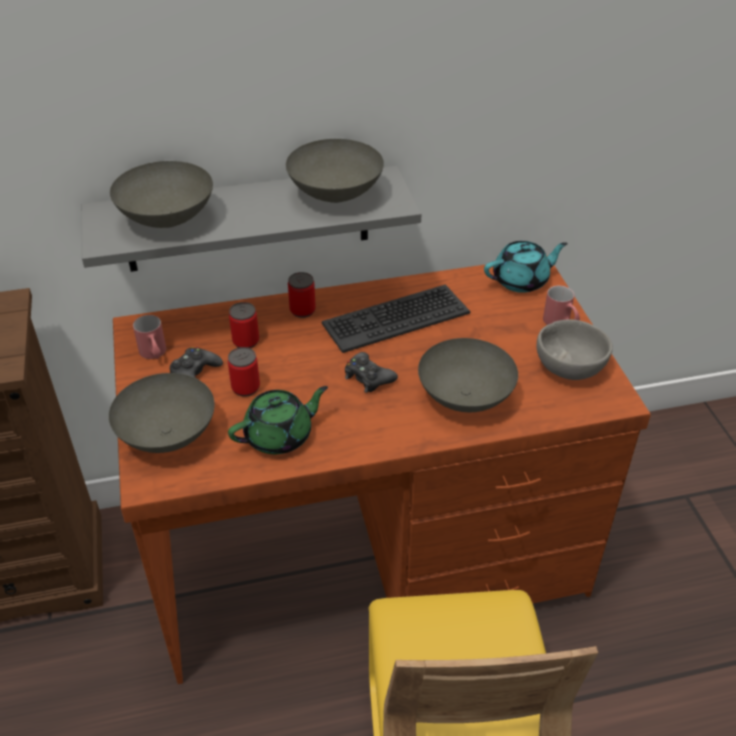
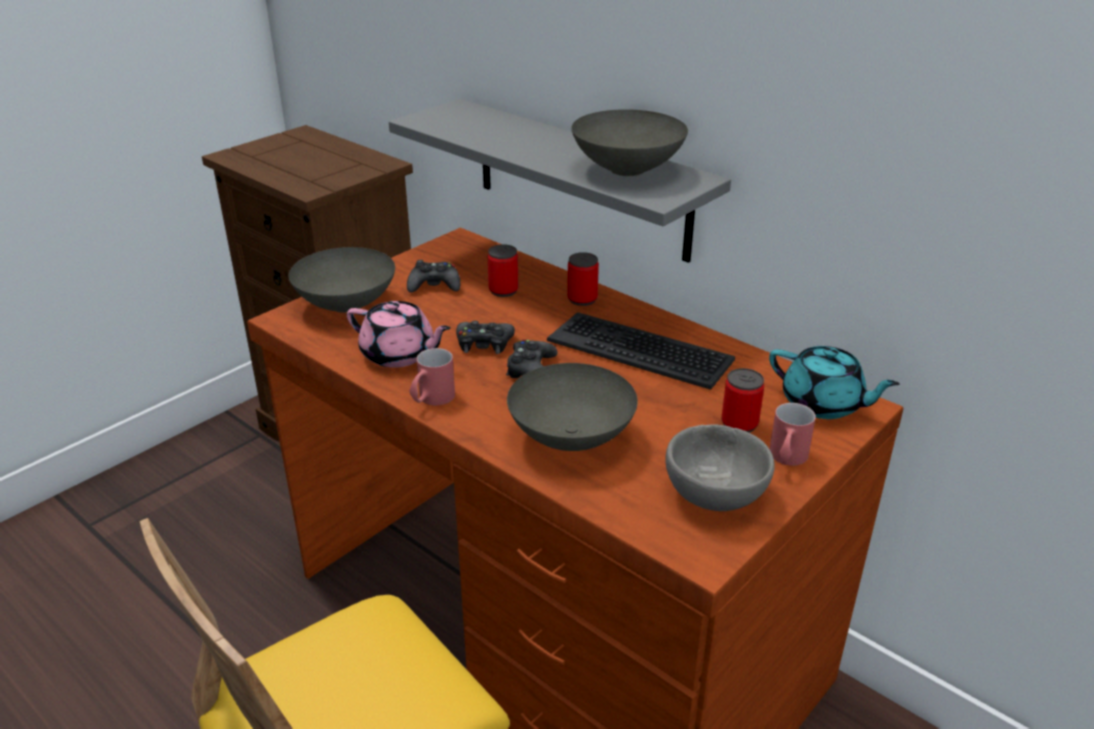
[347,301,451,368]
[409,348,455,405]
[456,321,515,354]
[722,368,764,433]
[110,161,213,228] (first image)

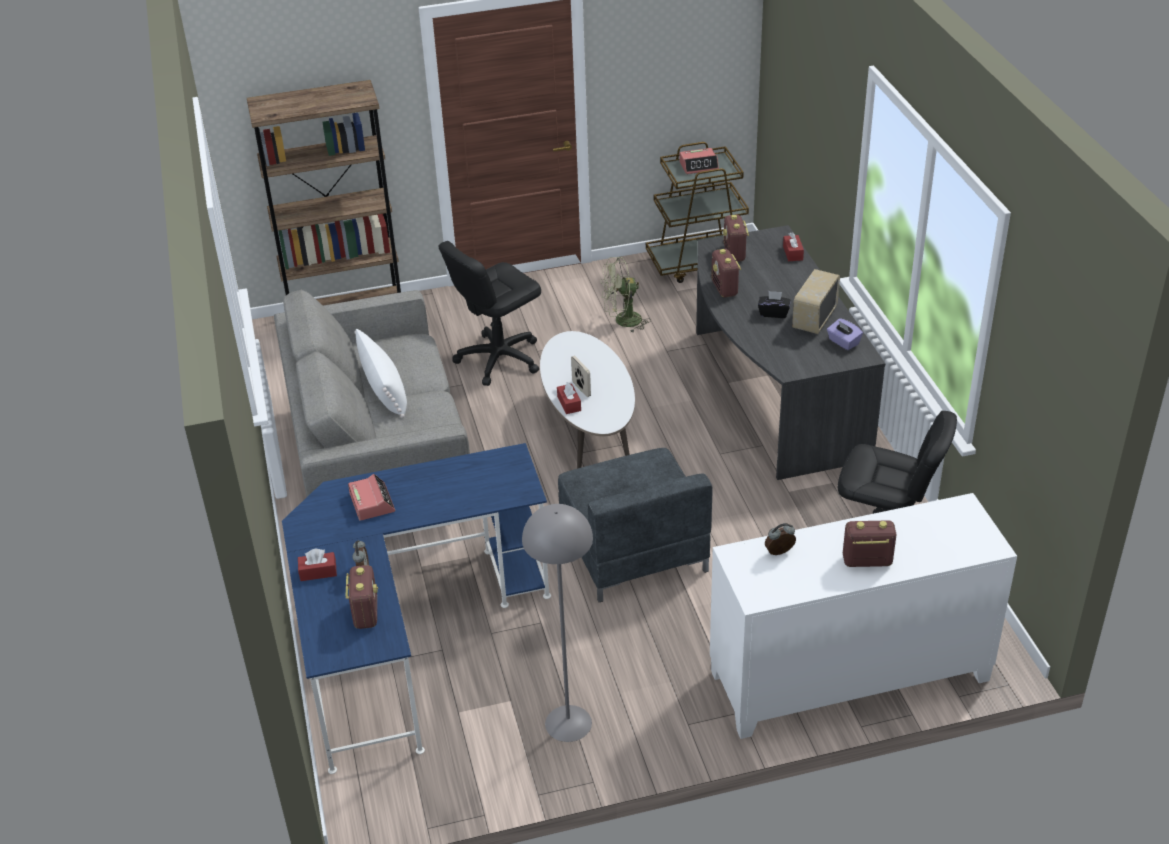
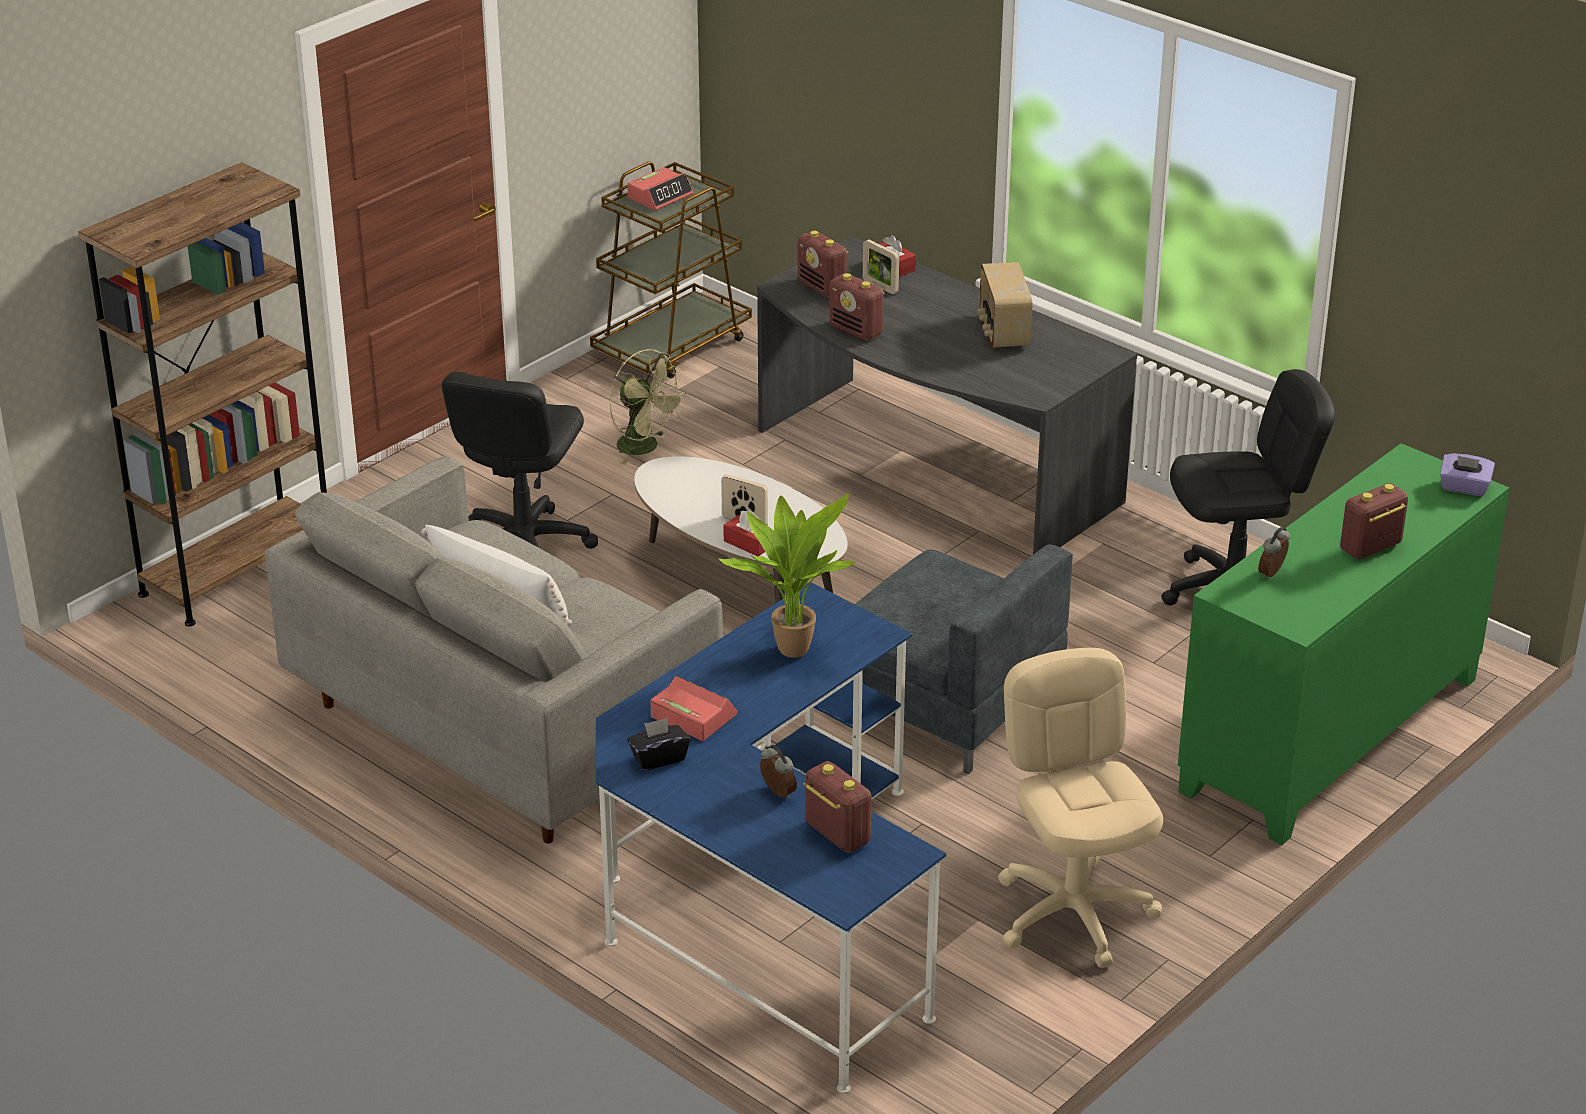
[609,349,688,464]
[627,718,690,771]
[718,493,857,658]
[863,239,899,294]
[998,648,1163,968]
[1178,444,1509,845]
[1440,454,1495,496]
[298,549,337,581] (first image)

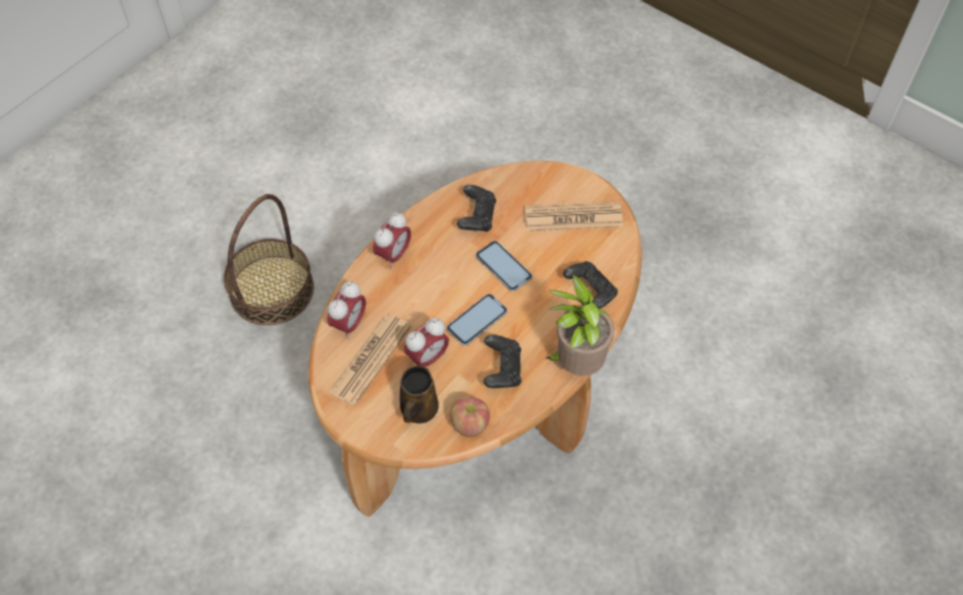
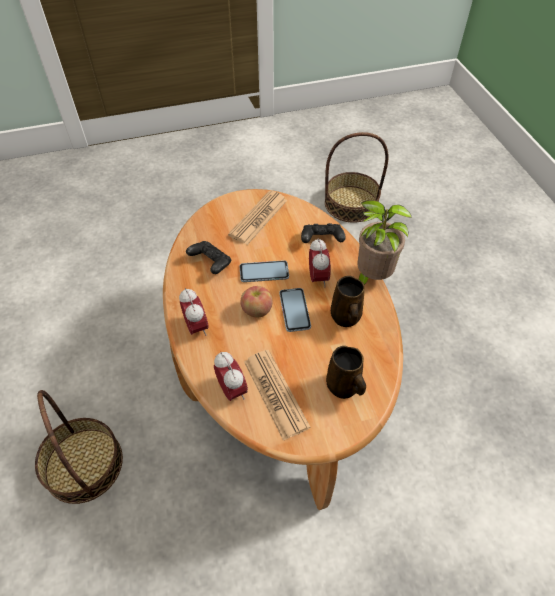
[240,286,273,318]
[309,238,331,287]
[325,132,389,223]
[331,276,364,327]

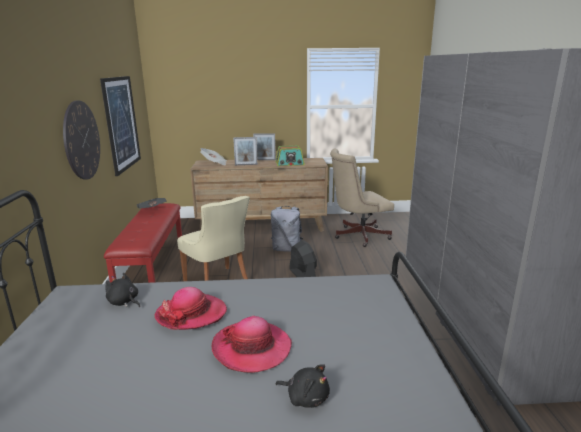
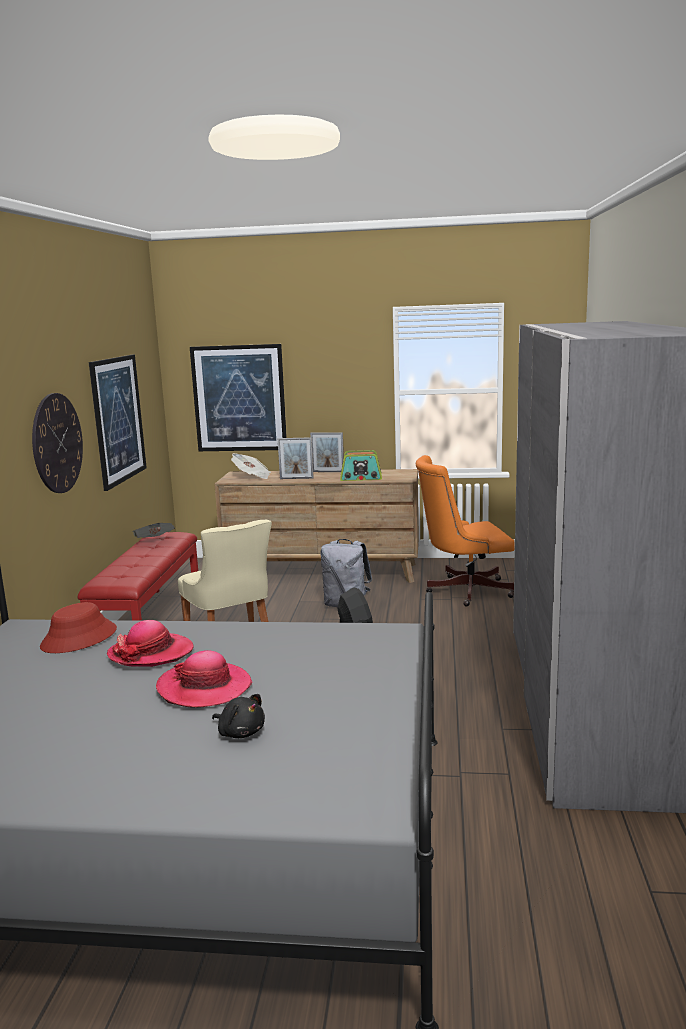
[40,602,117,653]
[190,344,287,451]
[416,455,515,607]

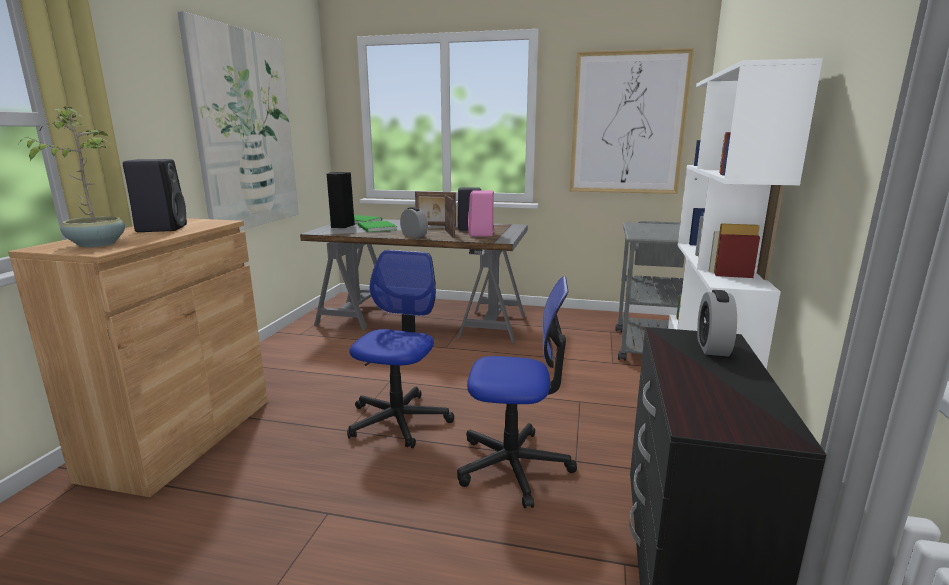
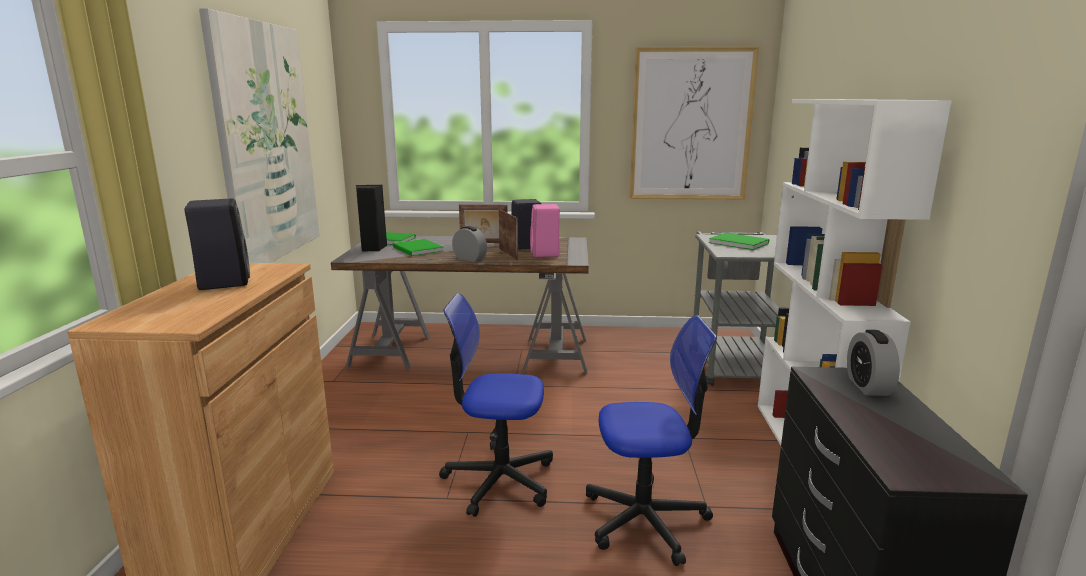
[439,293,553,517]
[709,233,769,250]
[19,106,125,247] (first image)

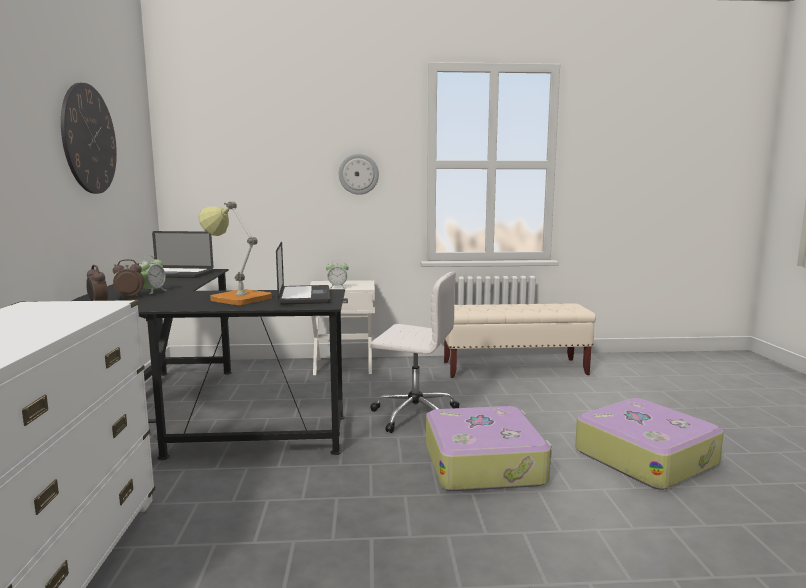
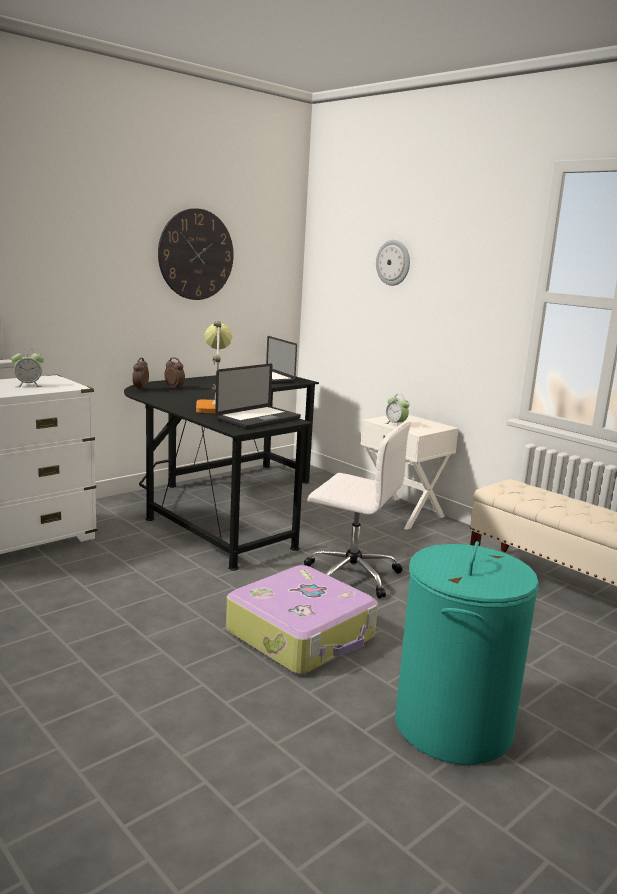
[11,348,44,387]
[304,422,411,599]
[376,240,410,286]
[395,541,539,765]

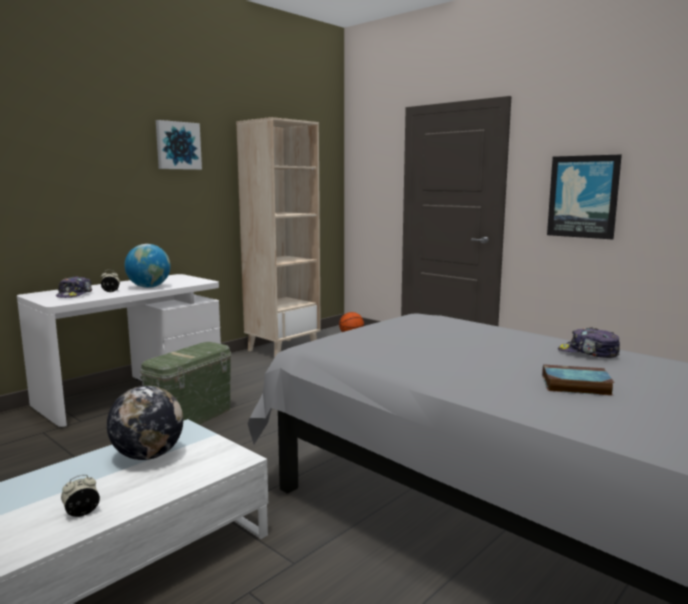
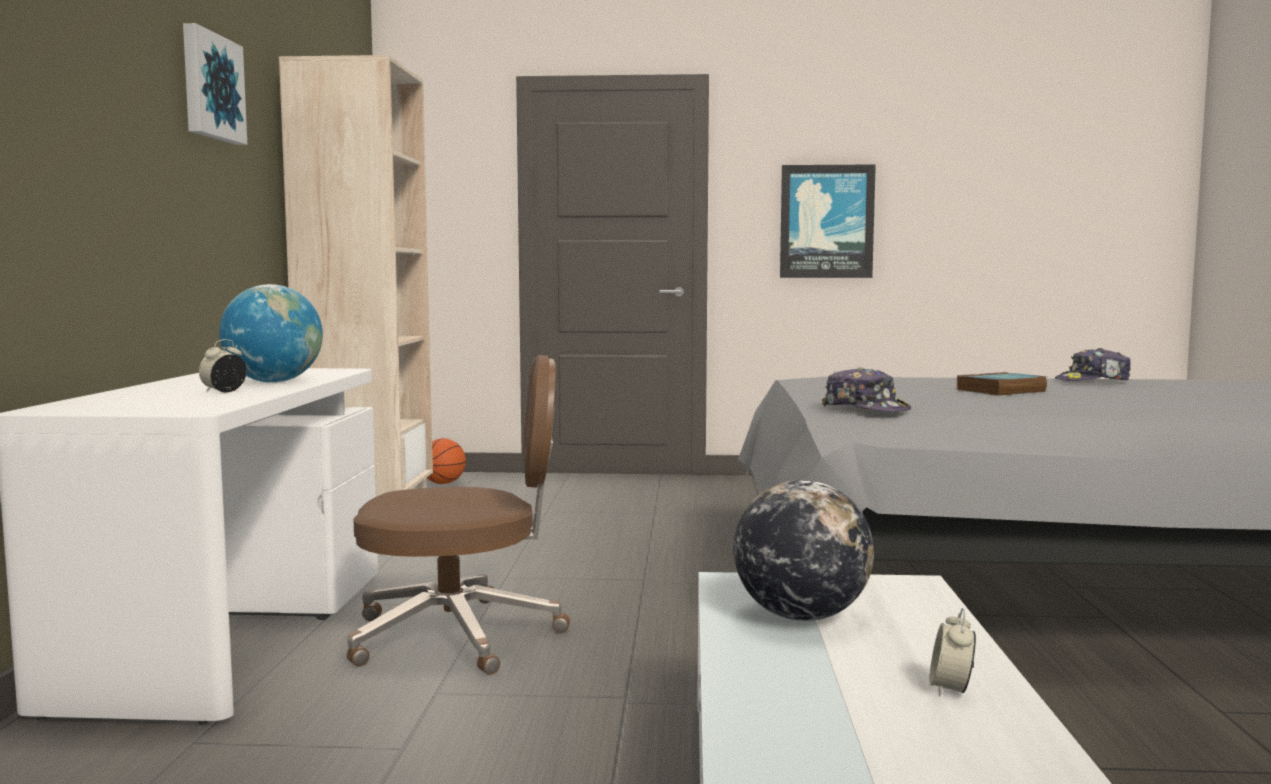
[347,355,570,675]
[822,367,911,412]
[957,372,1047,396]

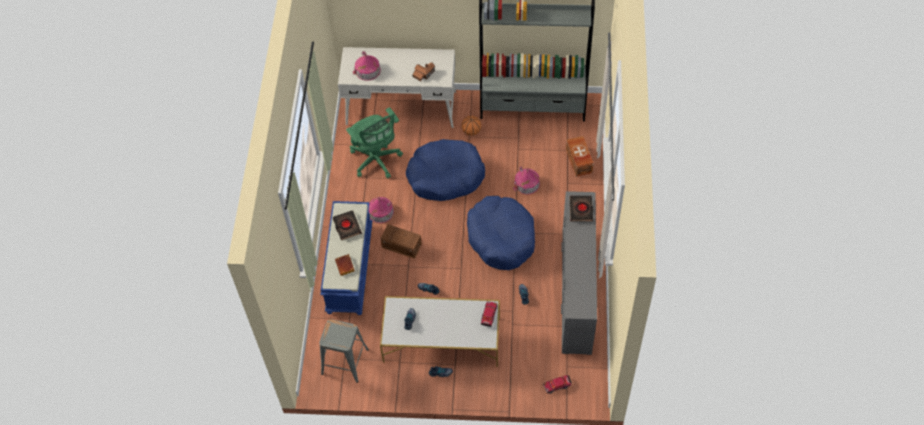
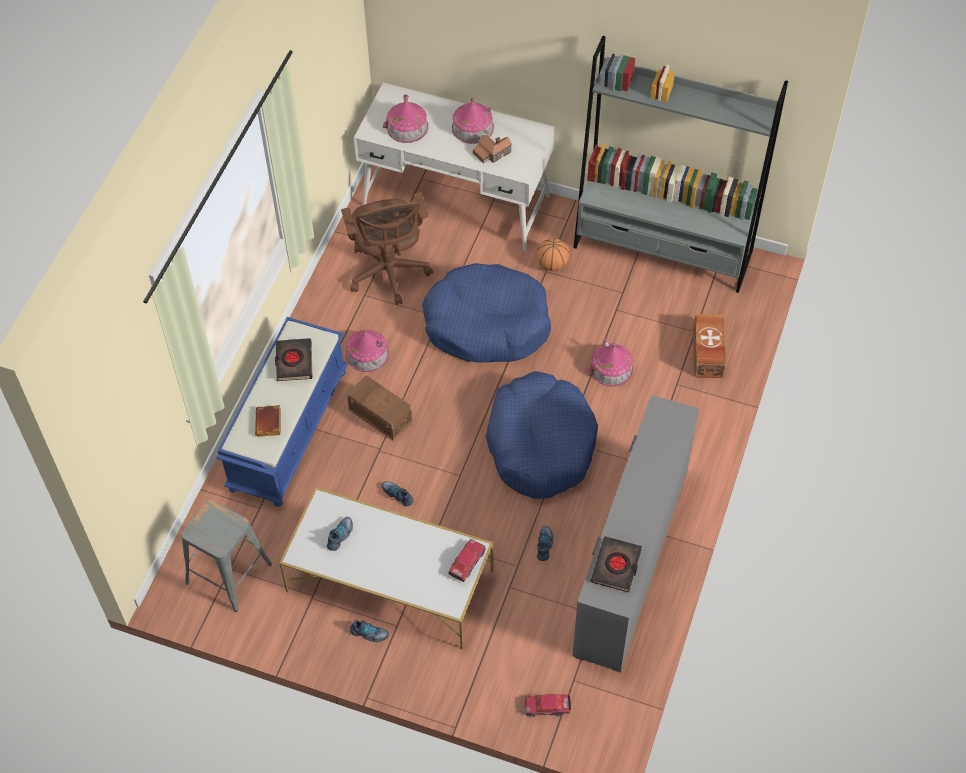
[341,192,433,305]
[452,98,494,144]
[590,536,642,593]

